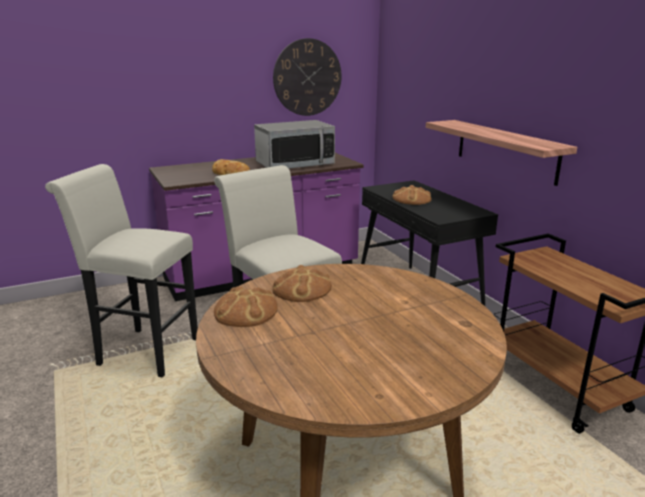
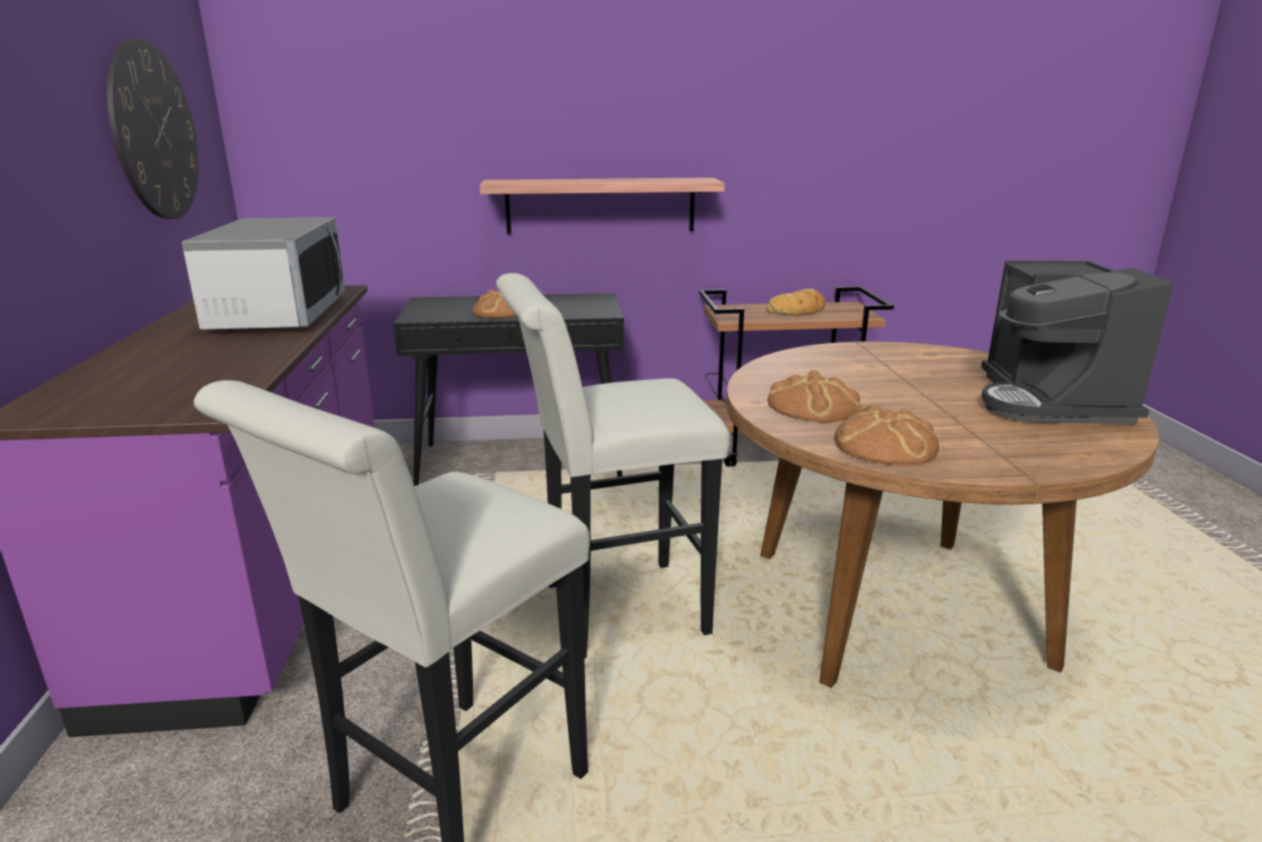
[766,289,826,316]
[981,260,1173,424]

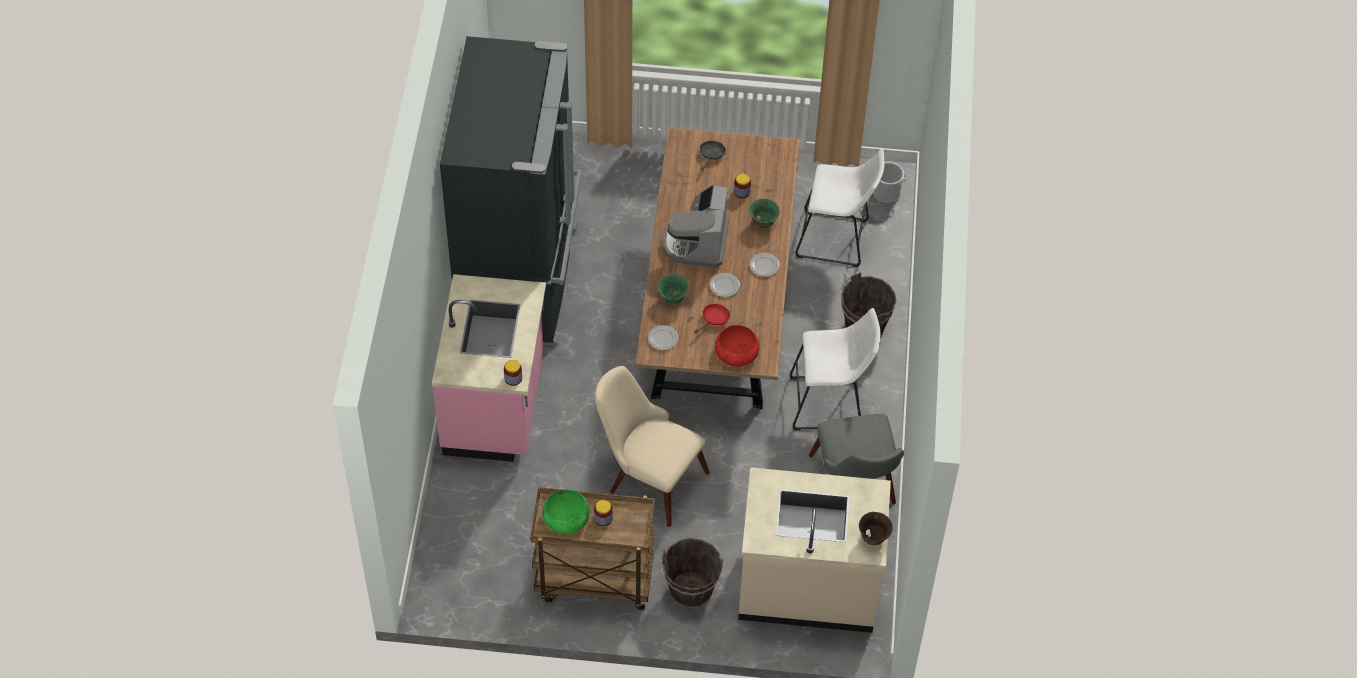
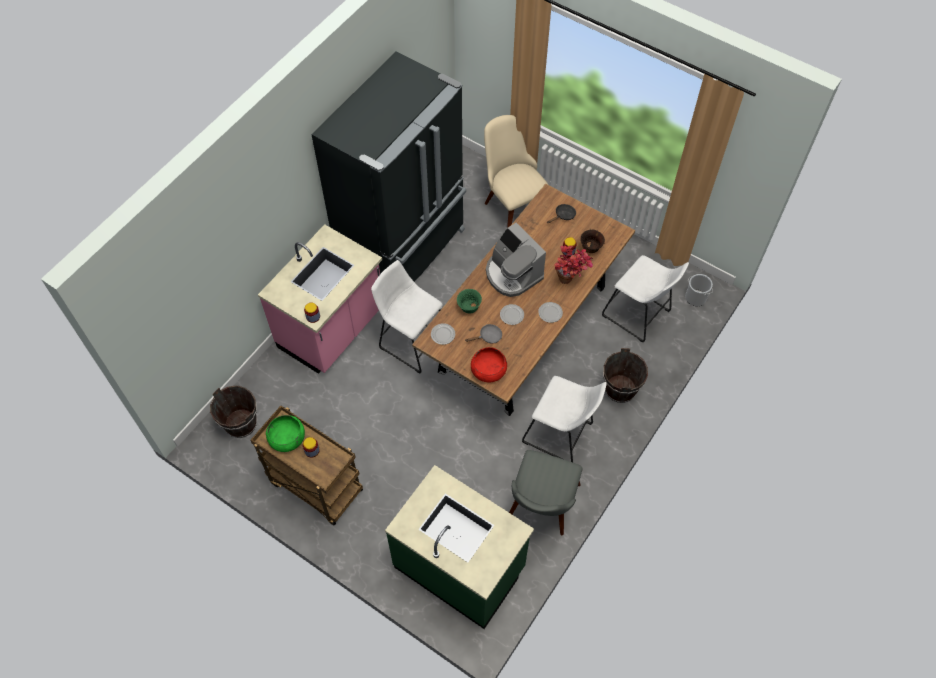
[210,386,257,438]
[371,260,443,374]
[385,465,534,629]
[466,324,502,343]
[484,115,549,227]
[486,223,546,297]
[554,246,593,284]
[580,230,605,253]

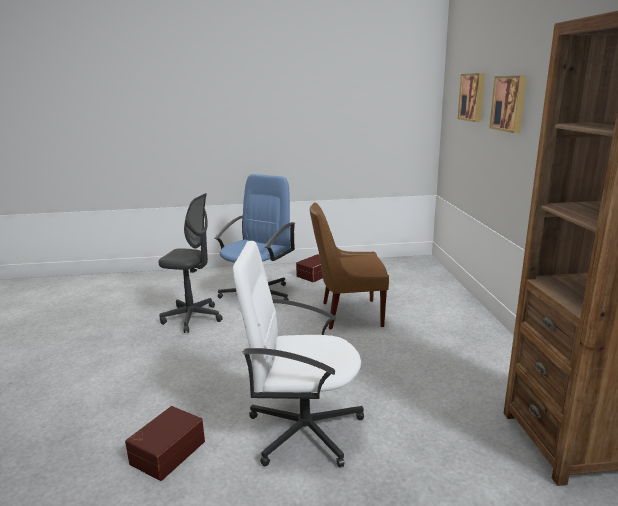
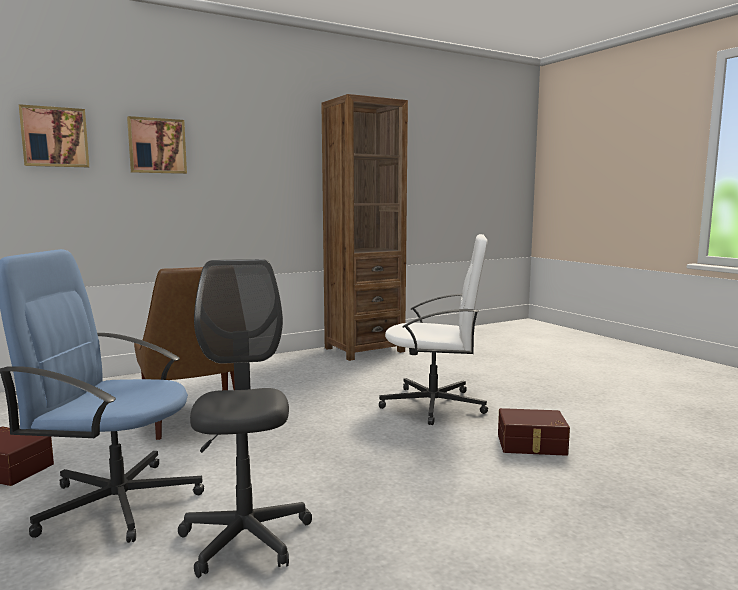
[379,234,488,425]

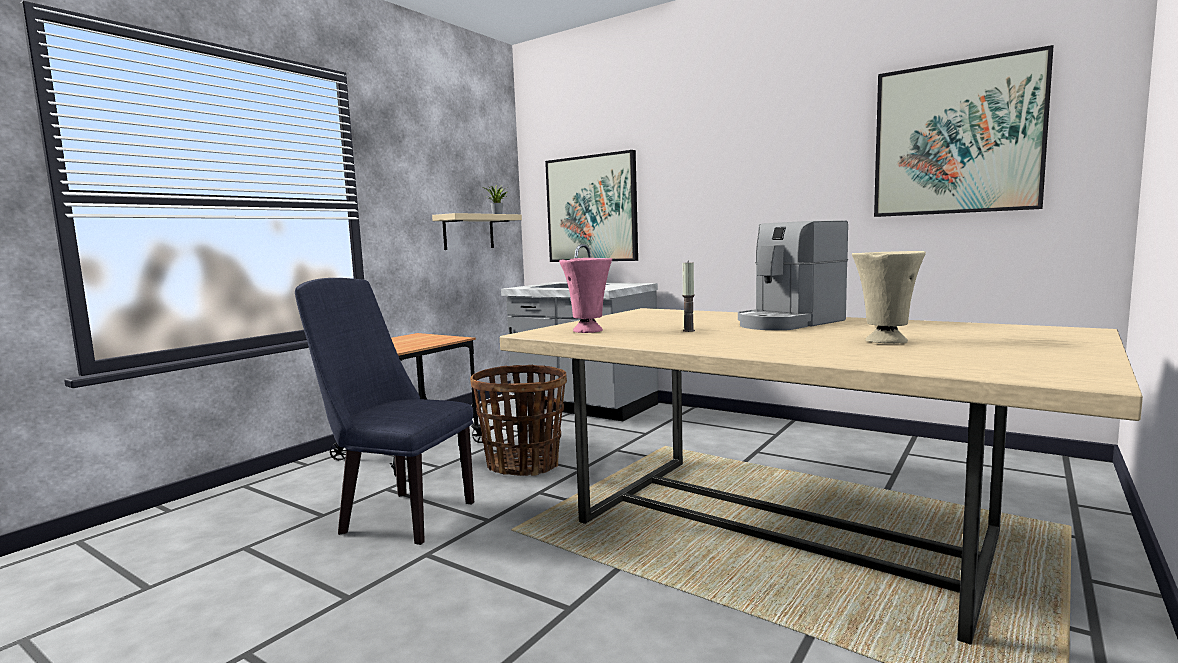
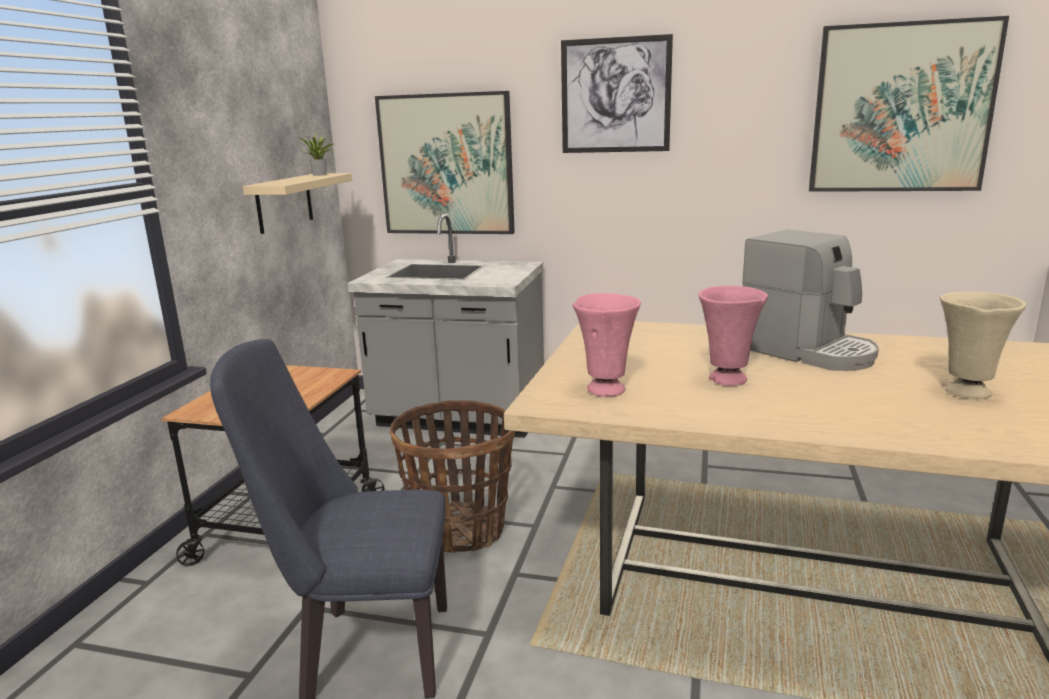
[561,34,673,153]
[698,286,768,386]
[742,230,879,371]

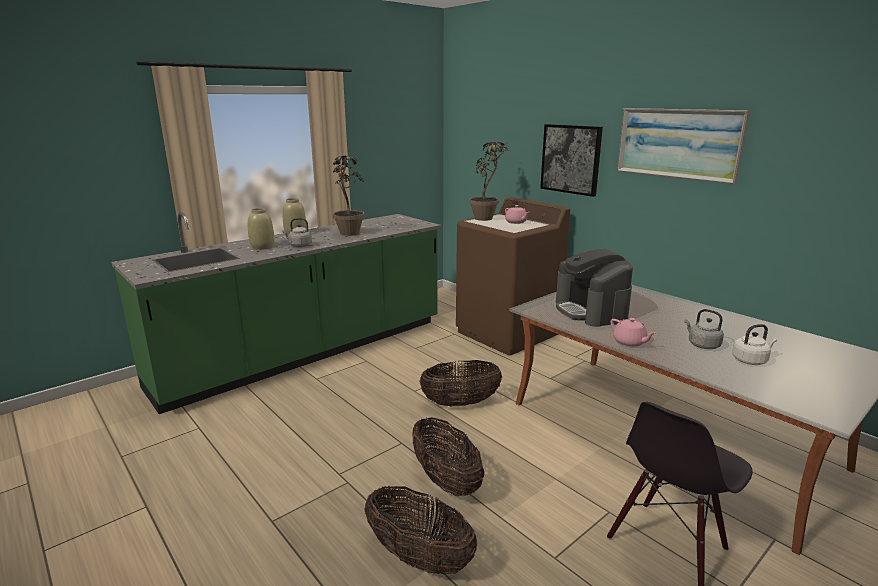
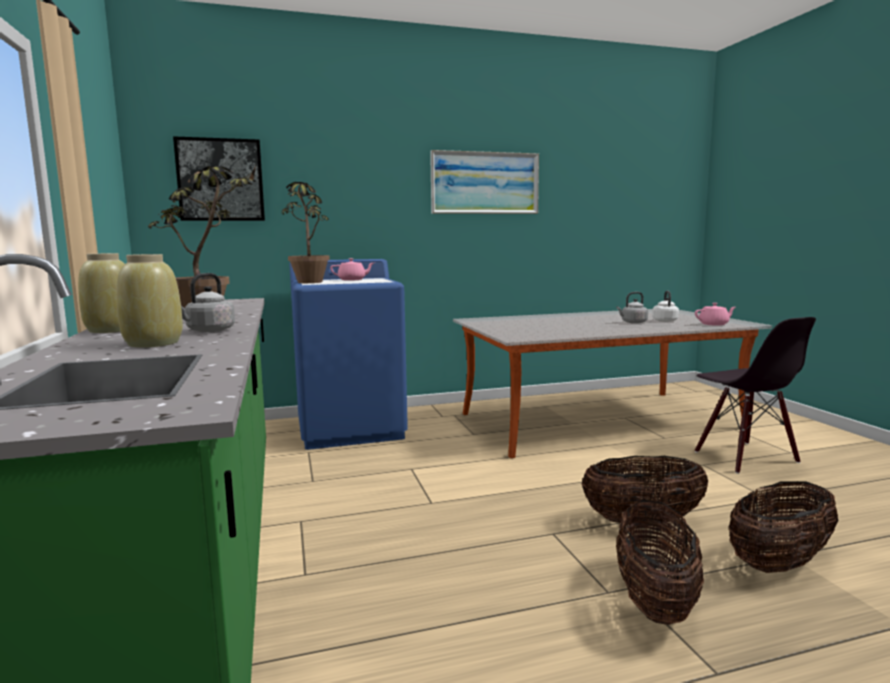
[173,136,265,221]
[289,259,408,450]
[616,500,704,625]
[695,303,736,326]
[556,249,633,327] (first image)

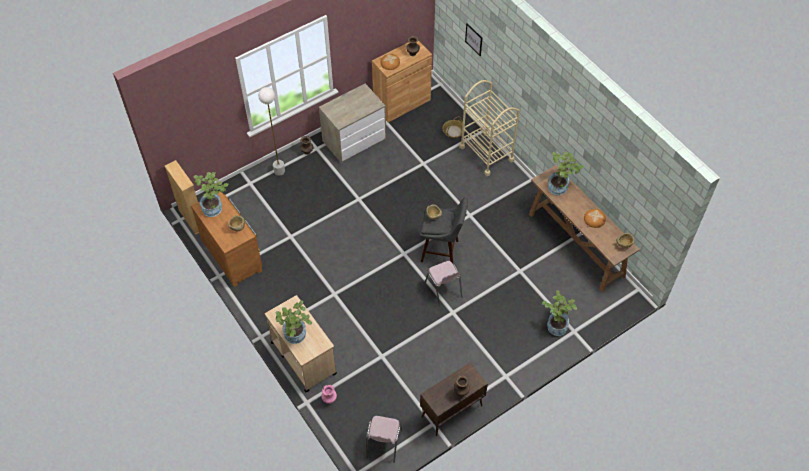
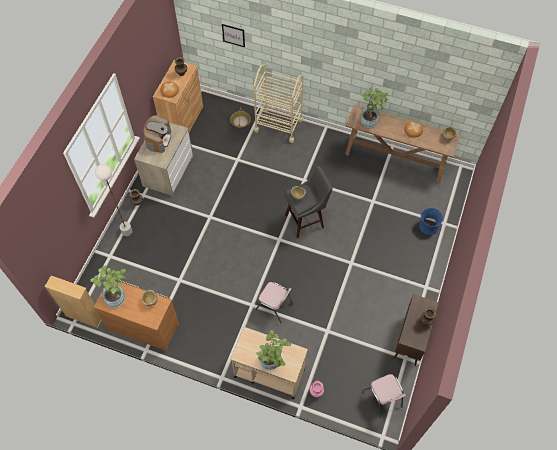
[143,115,171,153]
[255,282,293,324]
[419,208,443,235]

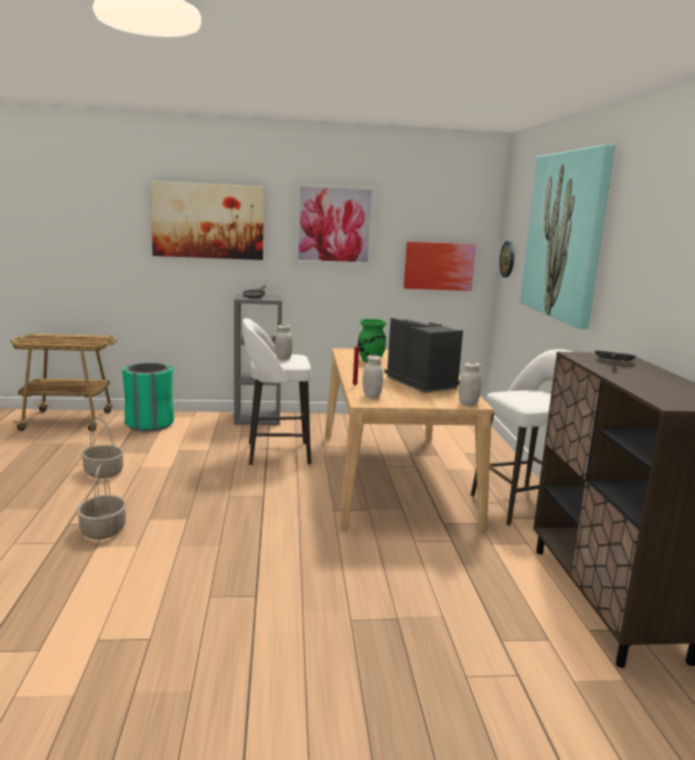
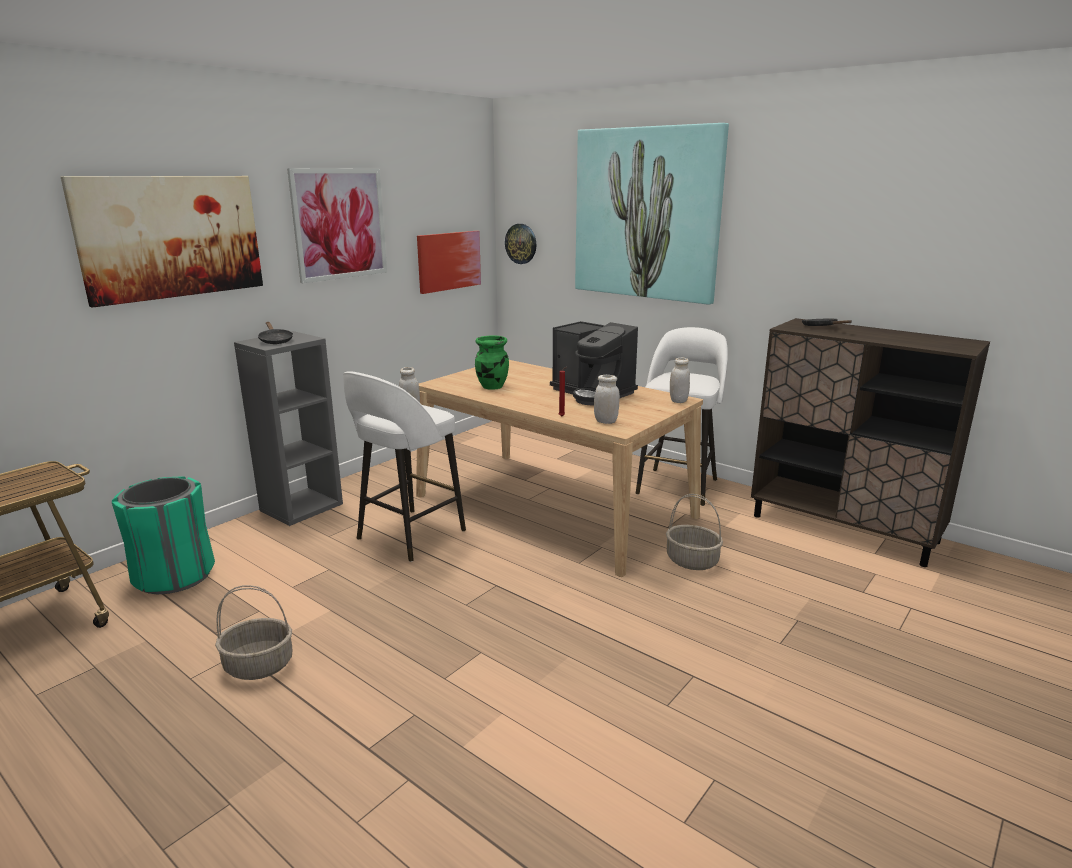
[550,321,638,406]
[666,494,723,570]

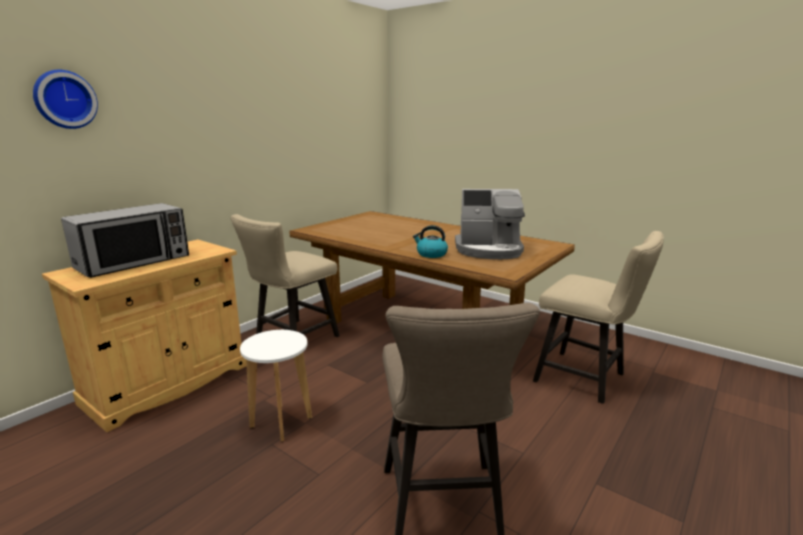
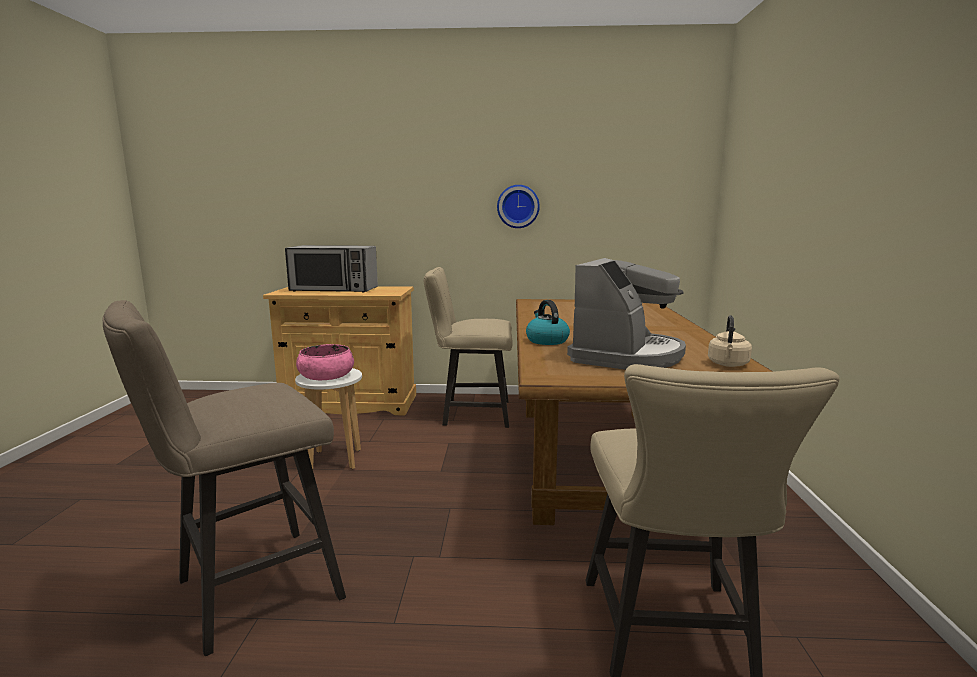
[296,344,354,380]
[497,185,540,228]
[567,258,686,370]
[708,315,752,367]

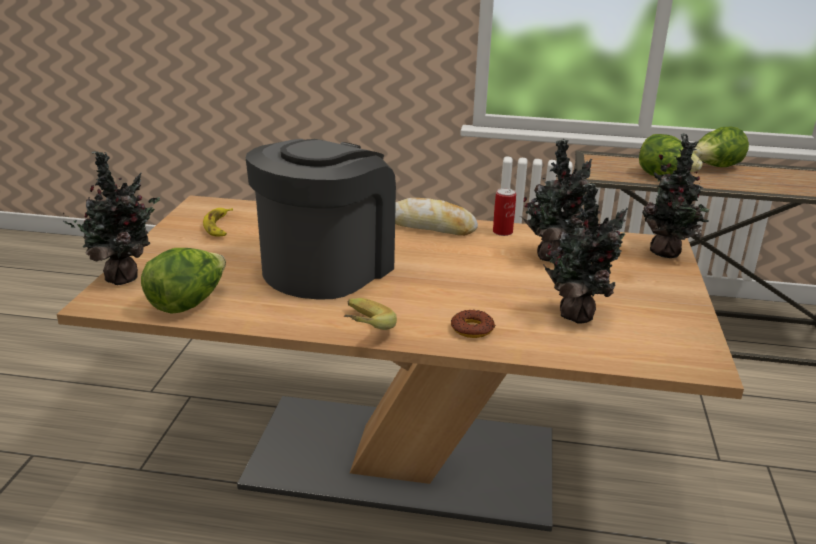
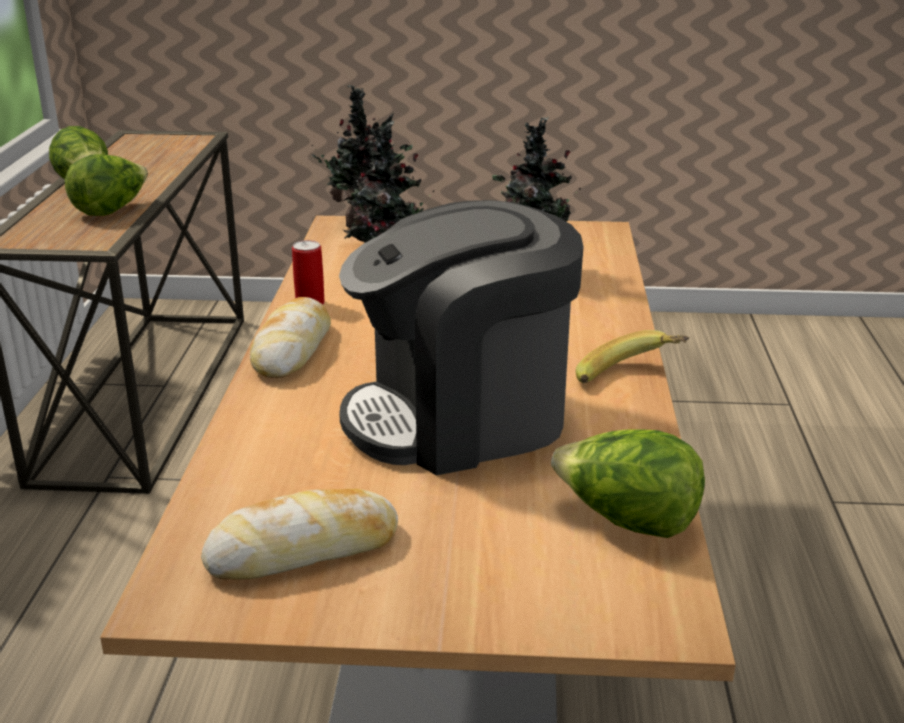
[201,489,398,580]
[339,200,583,475]
[63,151,160,285] (first image)
[451,310,495,338] (first image)

